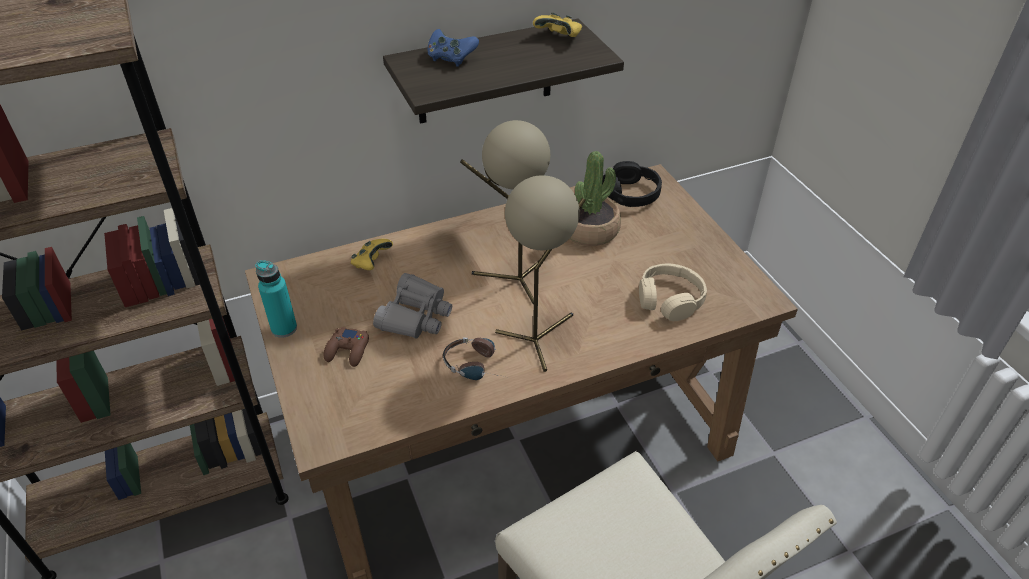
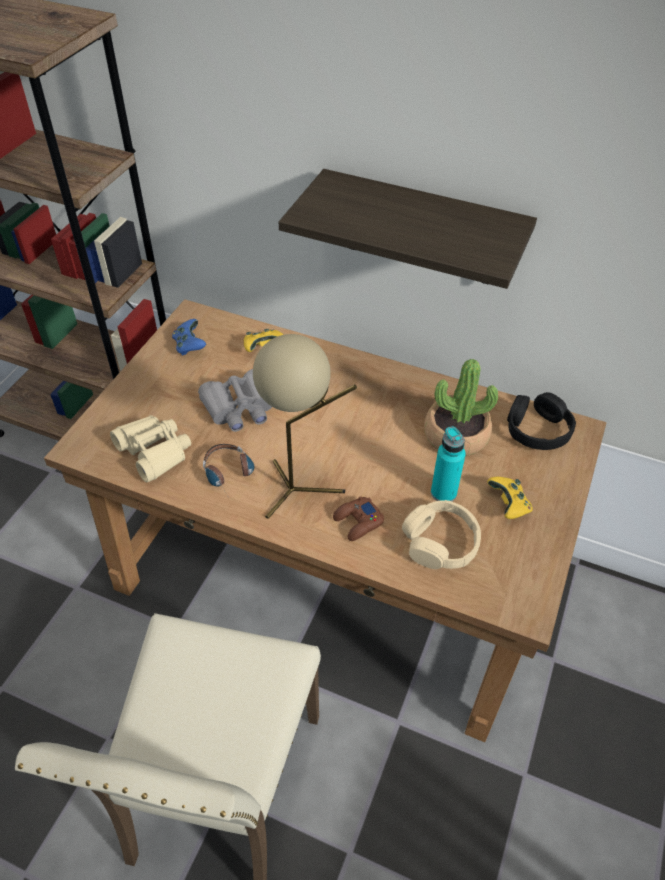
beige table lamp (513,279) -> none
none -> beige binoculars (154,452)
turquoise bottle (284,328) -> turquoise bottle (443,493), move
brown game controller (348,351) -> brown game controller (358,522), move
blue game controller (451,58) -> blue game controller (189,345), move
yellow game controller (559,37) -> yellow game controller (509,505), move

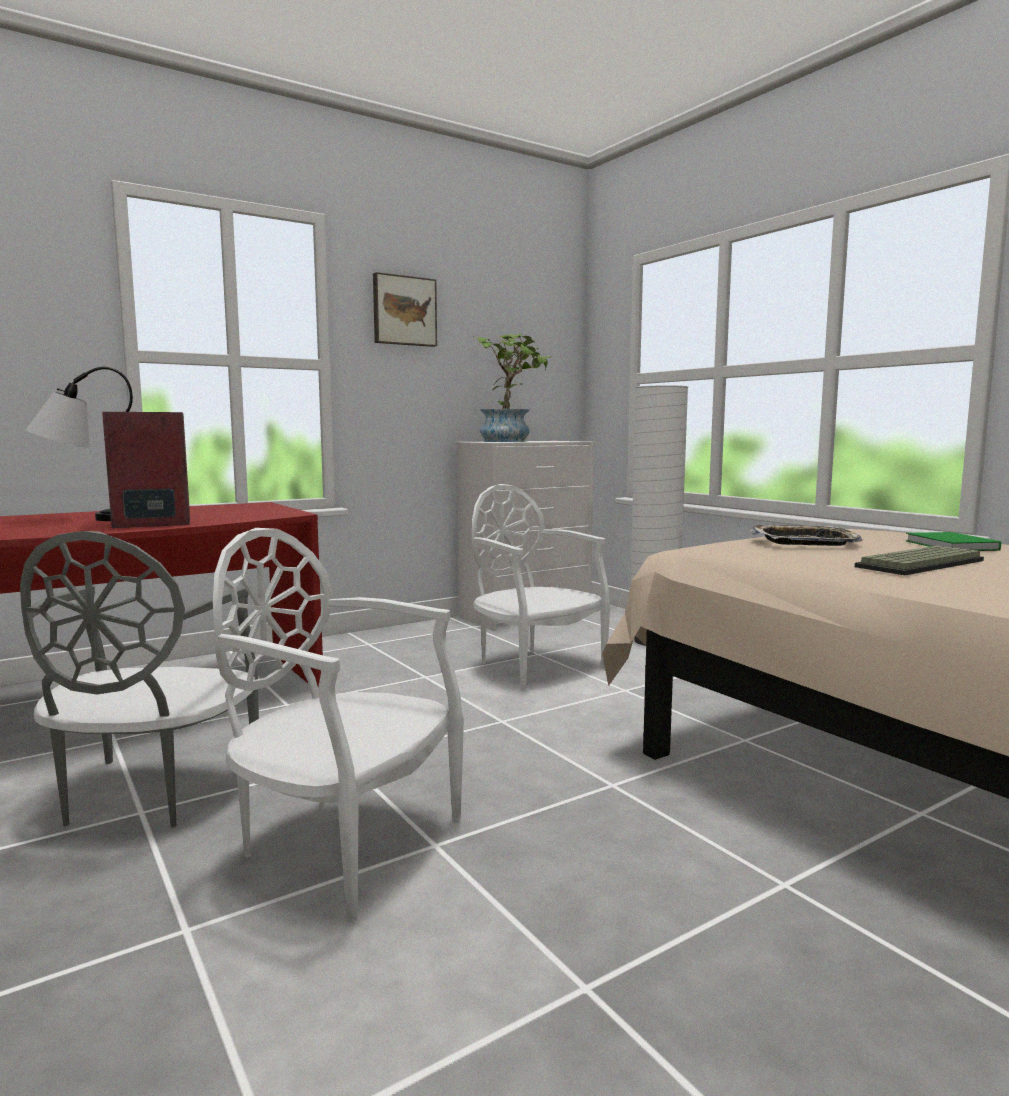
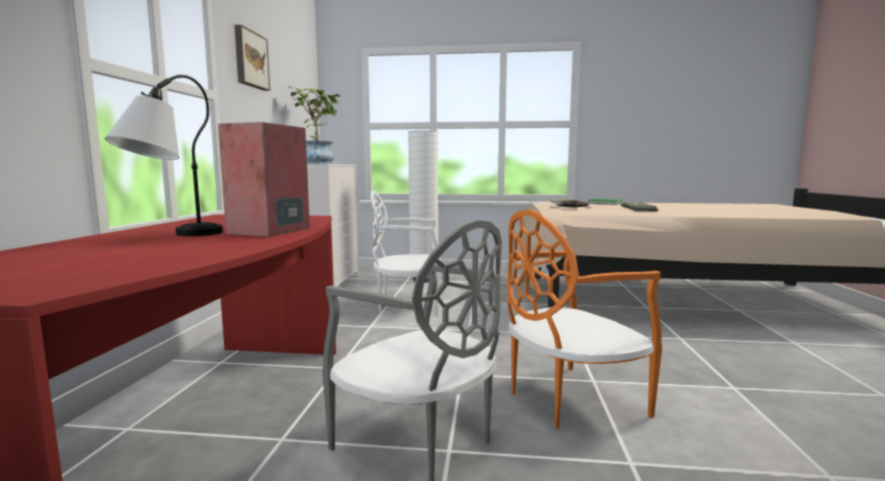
white chair (344,843) -> orange chair (569,399)

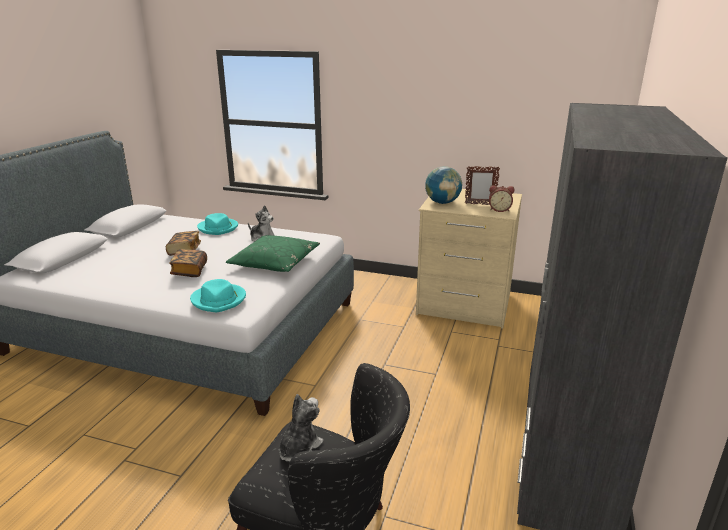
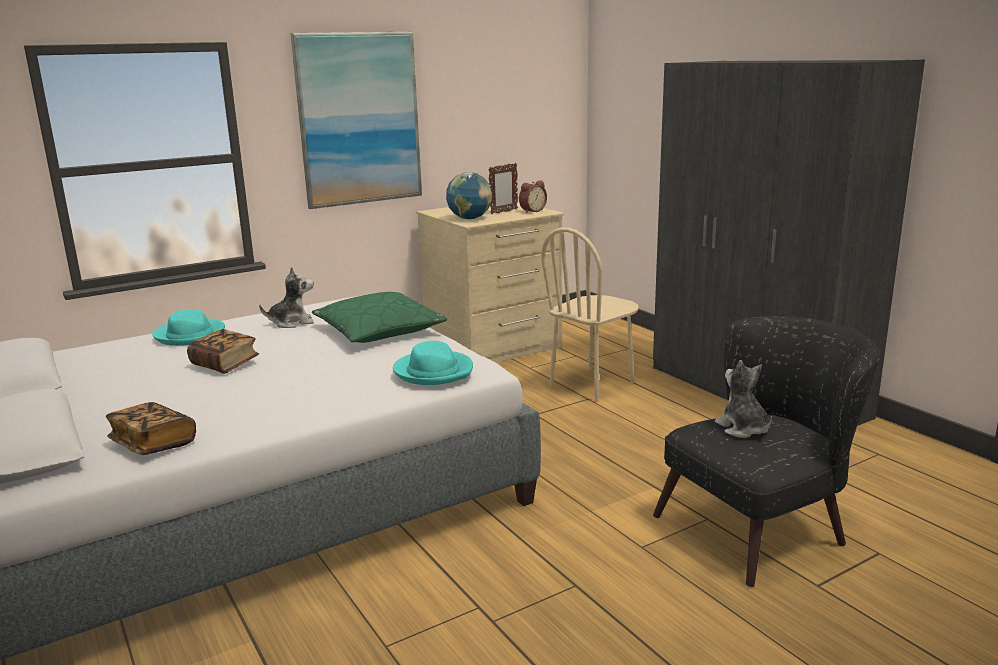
none -> picture (359,119)
none -> beige chair (592,384)
book (189,271) -> book (153,444), move

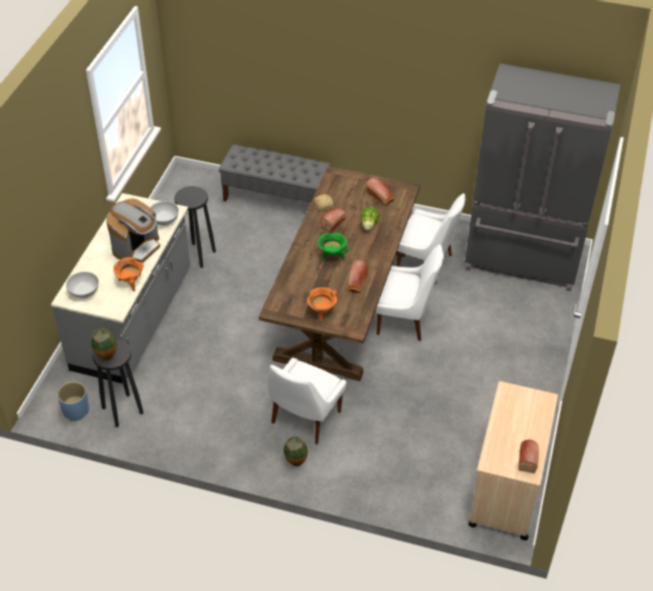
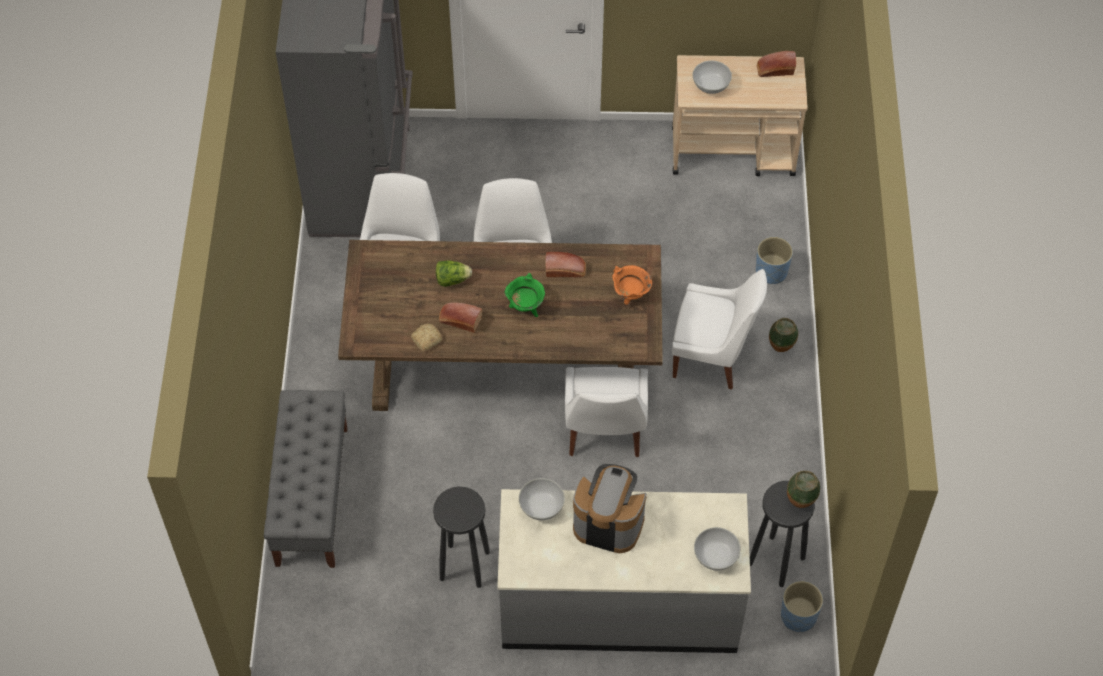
orange cooking pot (130,282) -> none
bread (381,196) -> none
none -> white chair (604,433)
none -> white bowl (711,87)
none -> blue planter (771,272)

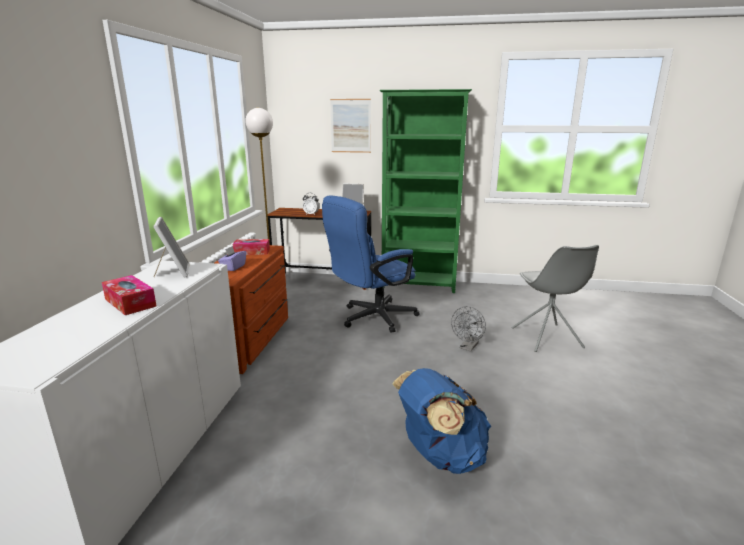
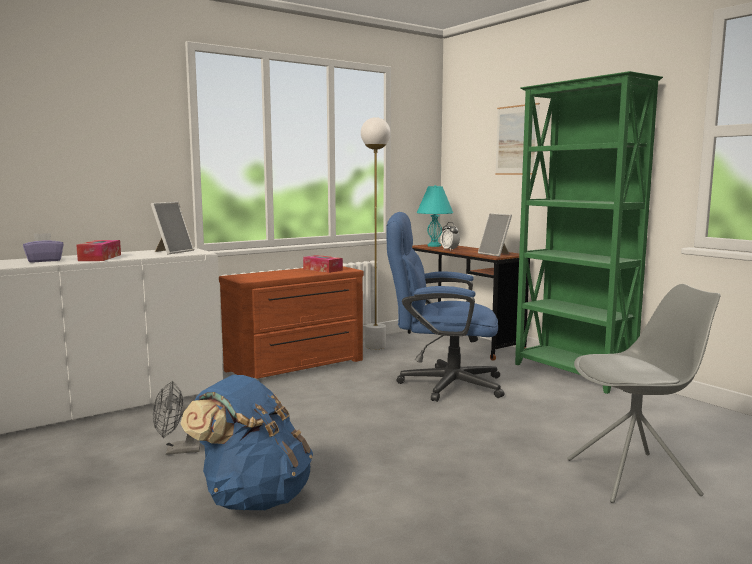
none -> turquoise table lamp (434,246)
purple tissue box (233,267) -> purple tissue box (44,260), move
grey fan (468,347) -> grey fan (177,450), move
grey chair (547,338) -> grey chair (634,477), 135 degrees counterclockwise

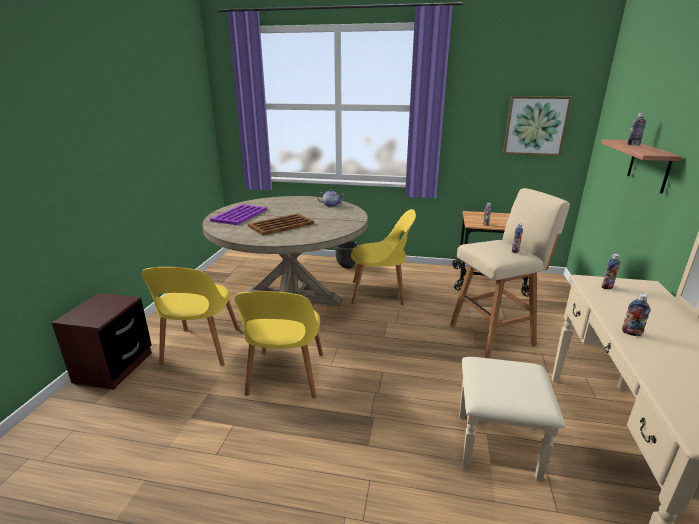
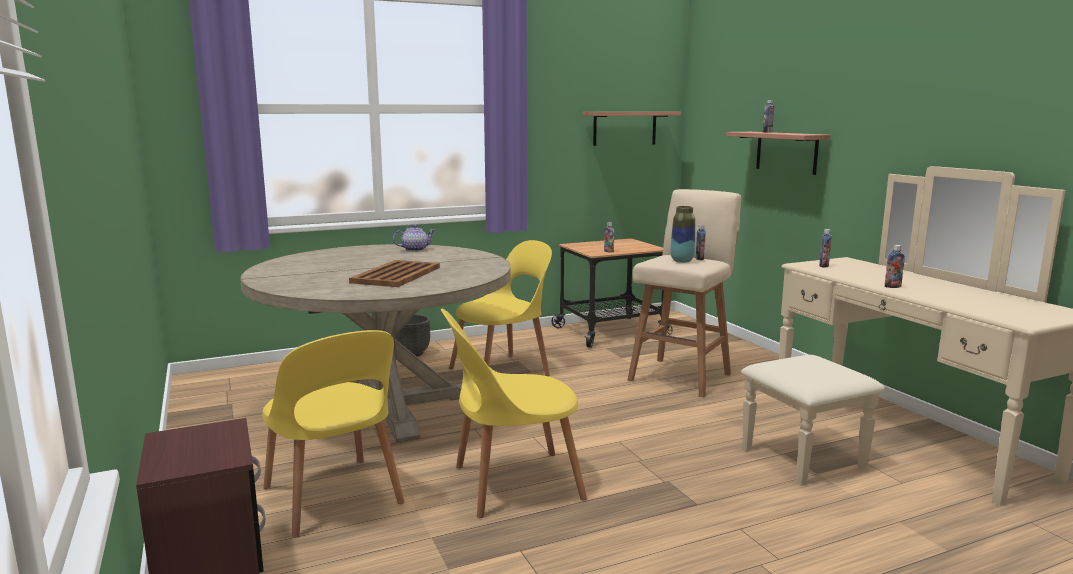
purple tray (240,215) -> none
none -> vase (682,261)
picture (535,126) -> shelf (624,128)
yellow chair (285,376) -> yellow chair (511,483), 105 degrees clockwise

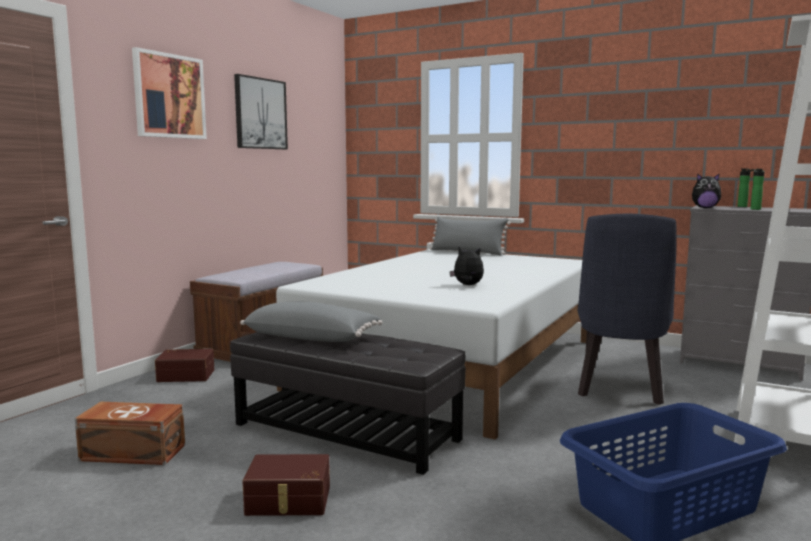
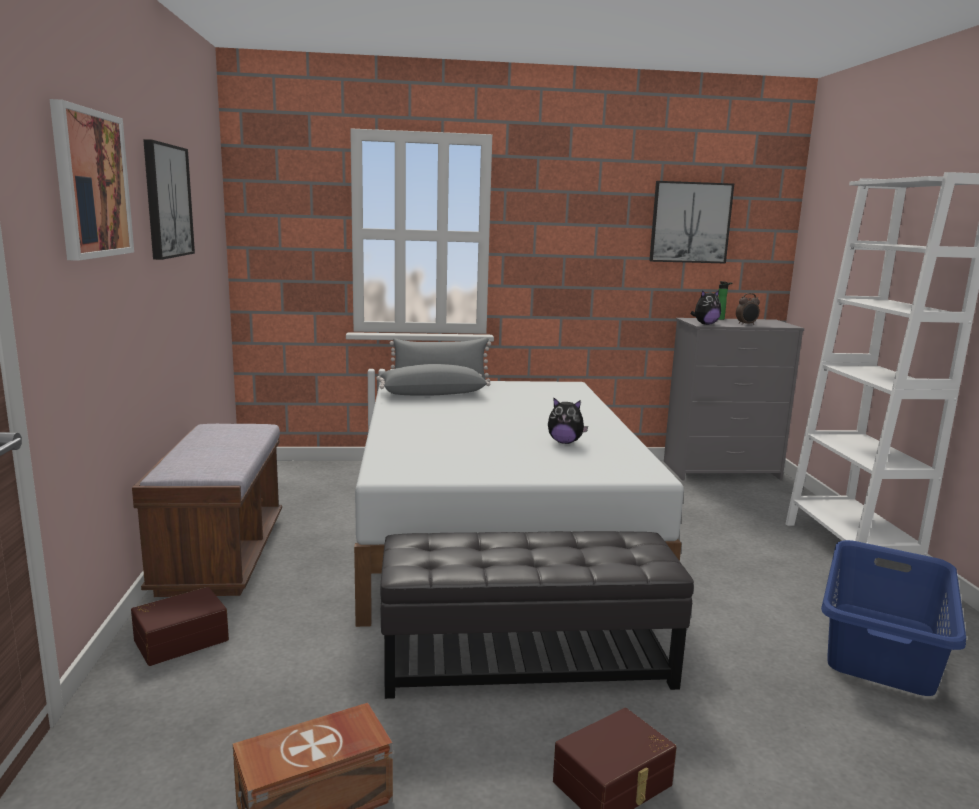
blue chair (619,391) -> none
none -> picture (690,222)
grey pillow (312,338) -> grey pillow (432,393), move
bottle (755,209) -> alarm clock (746,324)
plush toy (468,285) -> plush toy (565,442), 150 degrees counterclockwise

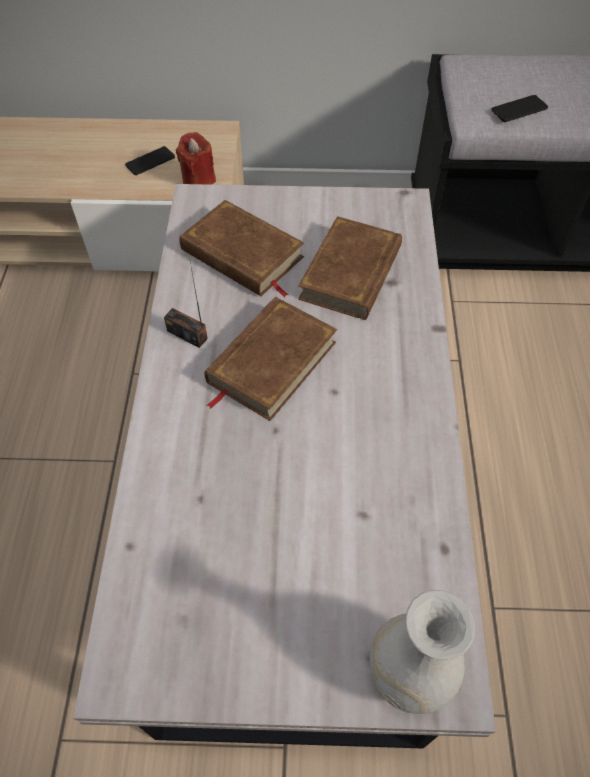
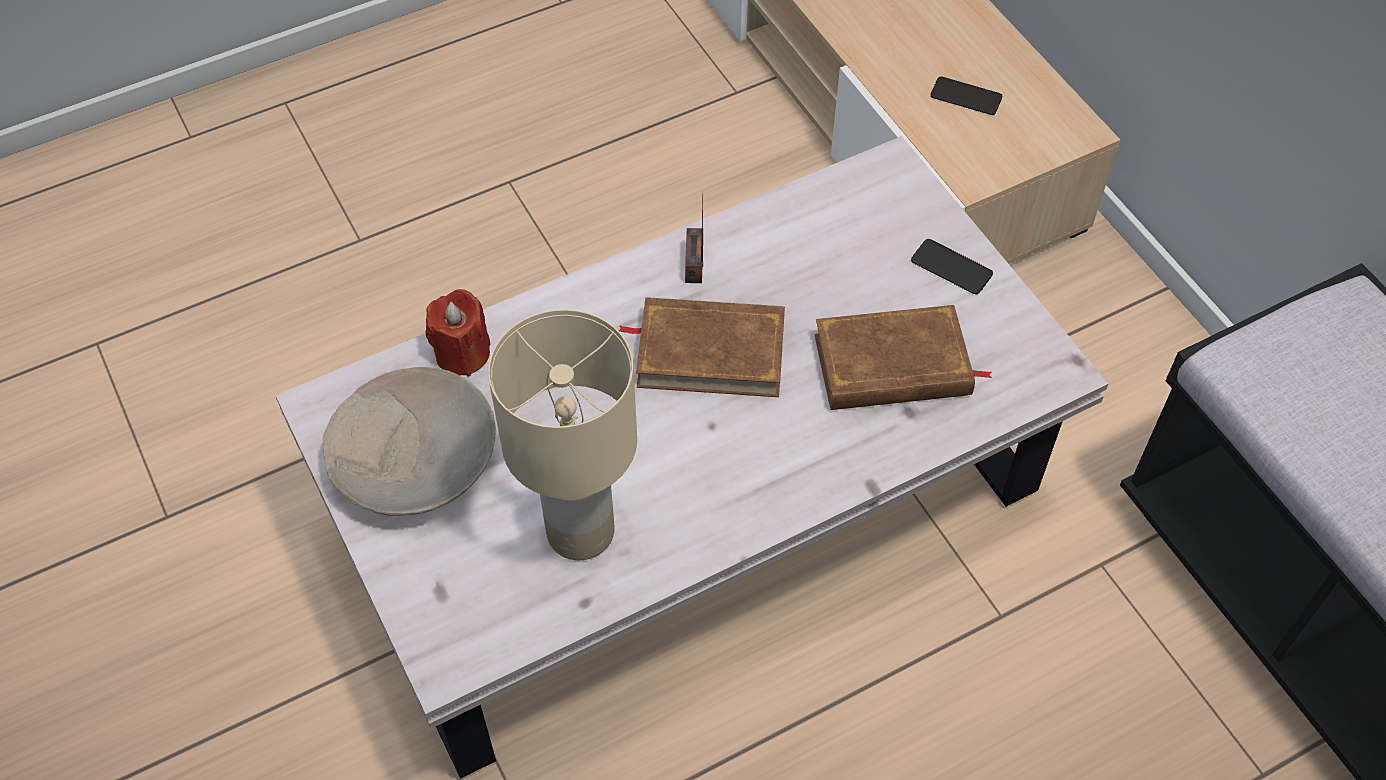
brown book (242,255) -> none
white vase (409,671) -> none
none -> beige bowl (417,462)
none -> beige table lamp (582,532)
red candle (198,179) -> red candle (462,353), move
phone (519,109) -> phone (951,267), move

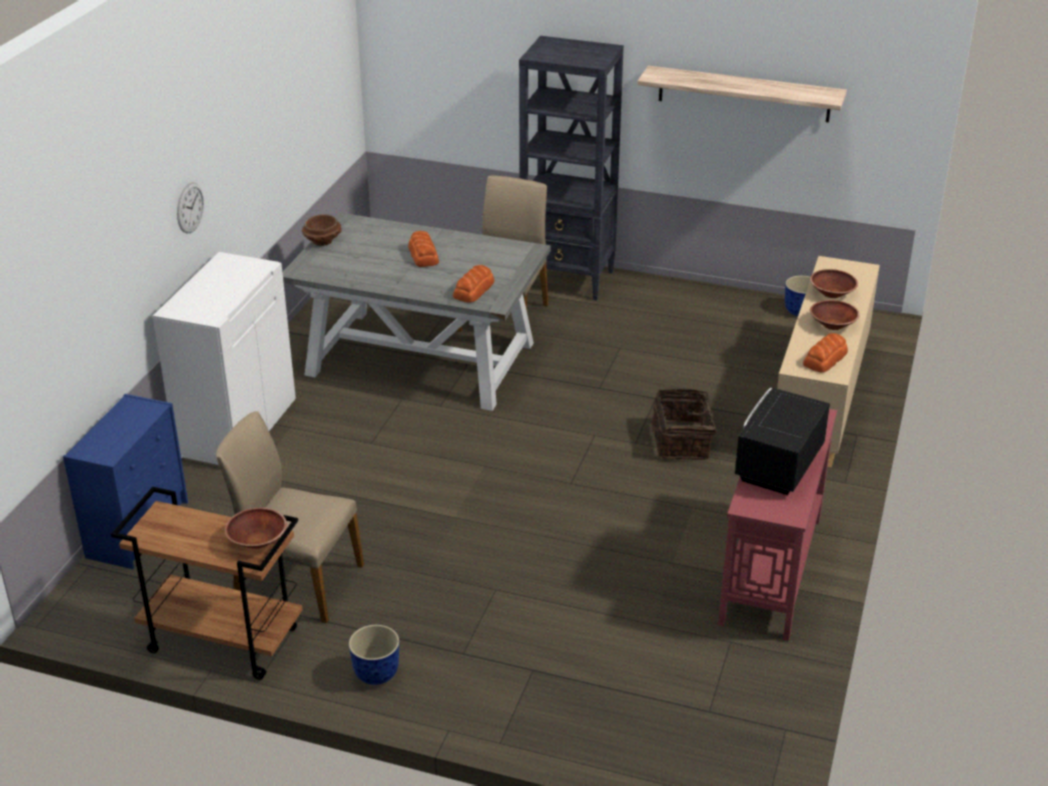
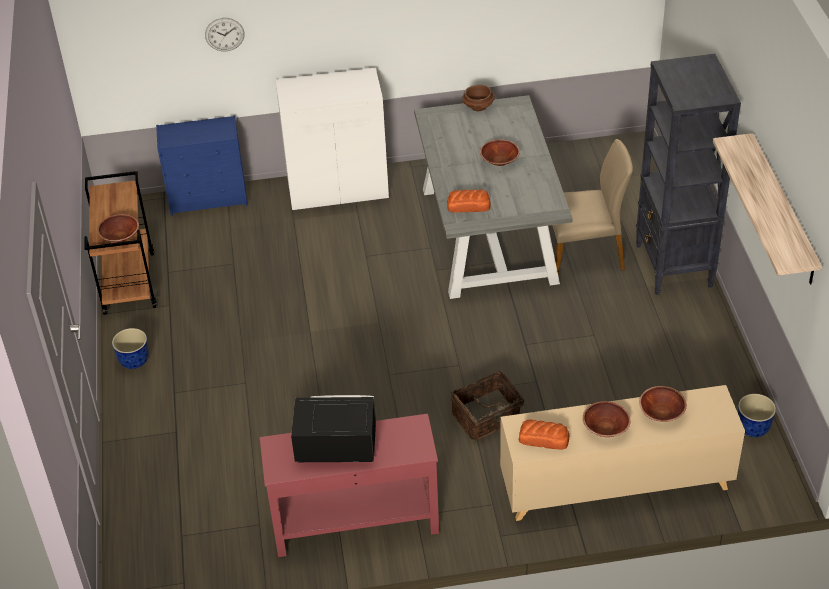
beige chair (297,582) -> none
wall clock (190,207) -> wall clock (224,34), move
bread (423,255) -> brown bowl (500,161)

